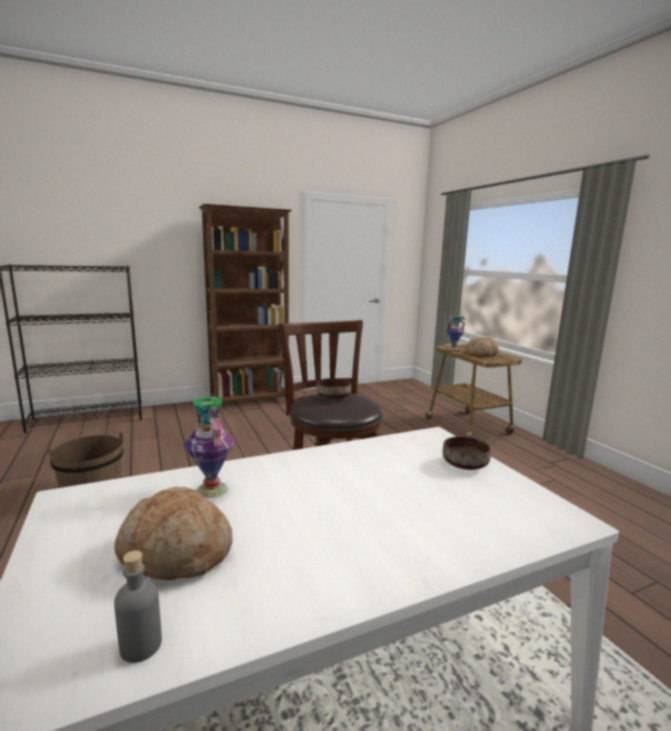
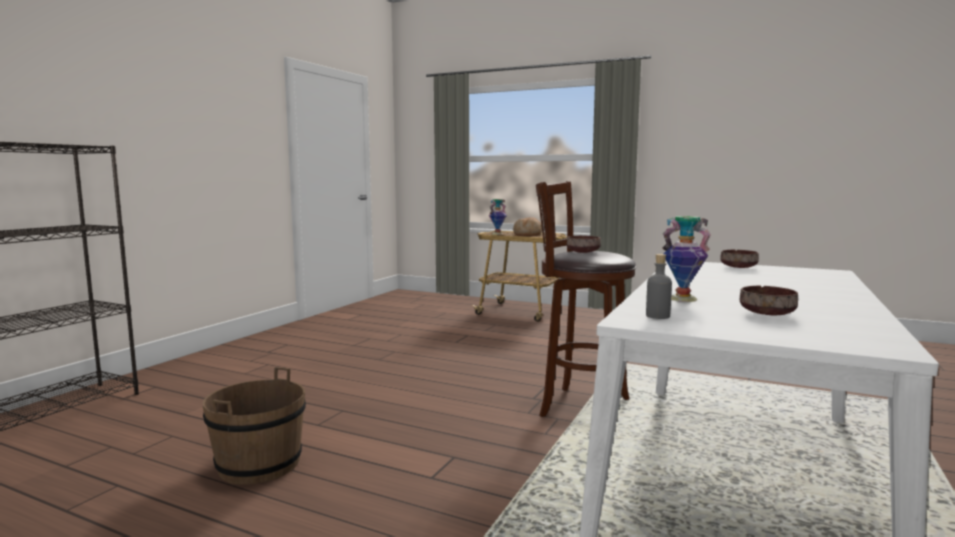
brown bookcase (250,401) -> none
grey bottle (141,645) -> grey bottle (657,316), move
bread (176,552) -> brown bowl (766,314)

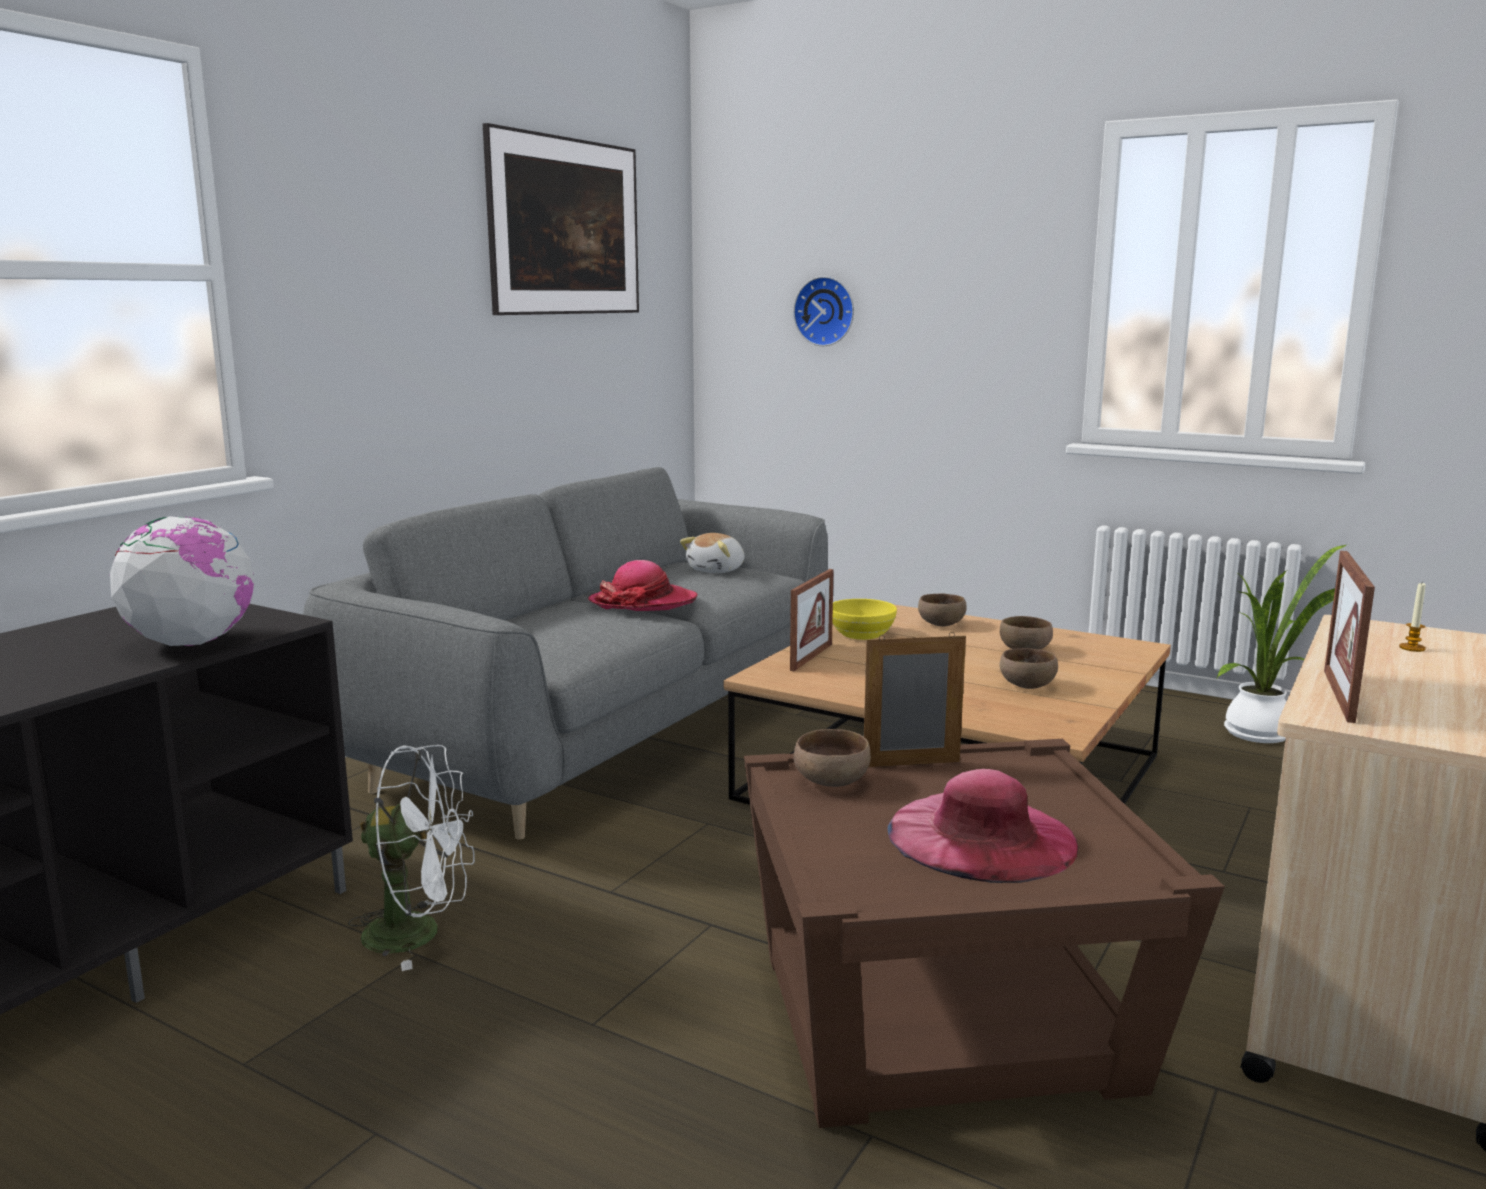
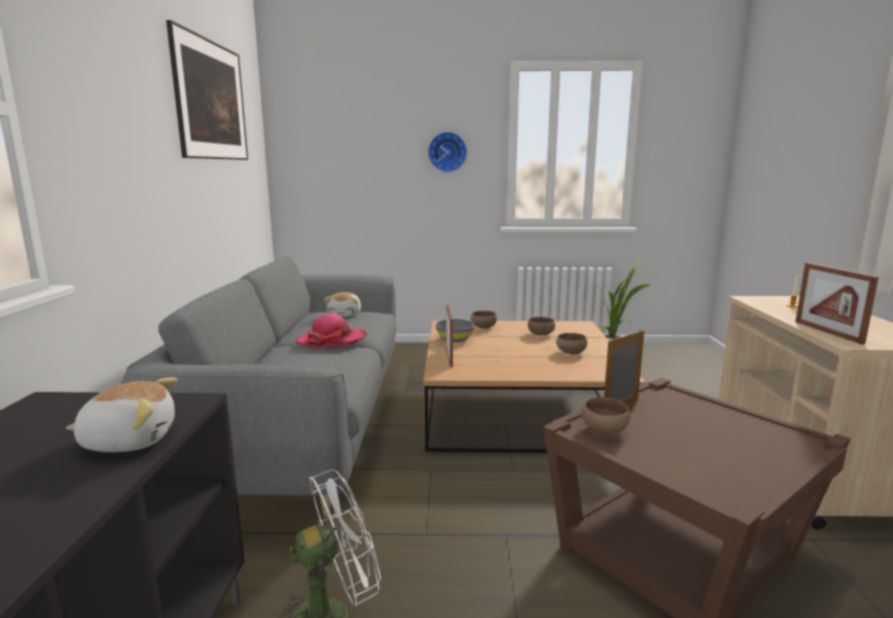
pink hat (982,836) -> none
wall clock (825,311) -> wall clock (447,152), move
globe (190,643) -> plush toy (129,440)
yellow bowl (861,634) -> grey bowl (454,339)

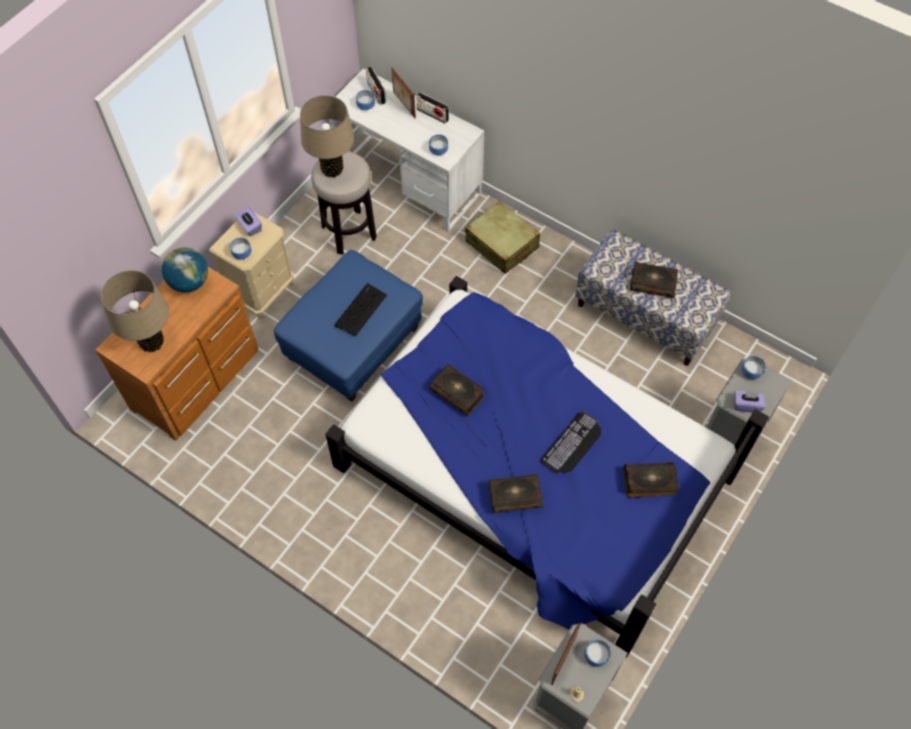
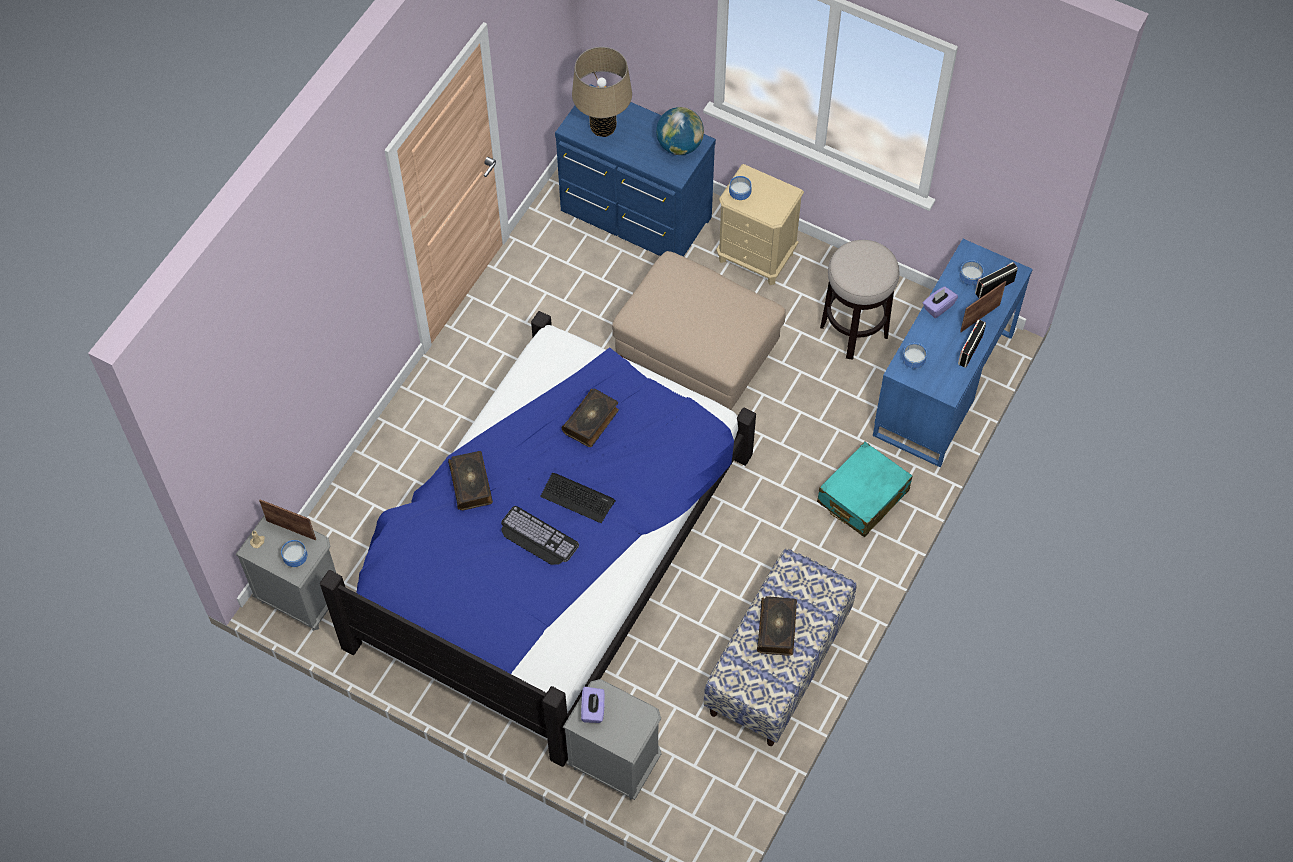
beige table lamp (332,169) -> none
book (649,482) -> none
bowl (751,371) -> none
purple tissue box (250,227) -> purple tissue box (938,307), move
keyboard (361,310) -> keyboard (577,498), move
brown dresser (198,379) -> blue dresser (635,217)
blue ottoman (353,343) -> beige ottoman (698,354)
white desk (408,182) -> blue desk (943,385)
beige suitcase (502,245) -> turquoise suitcase (862,496)

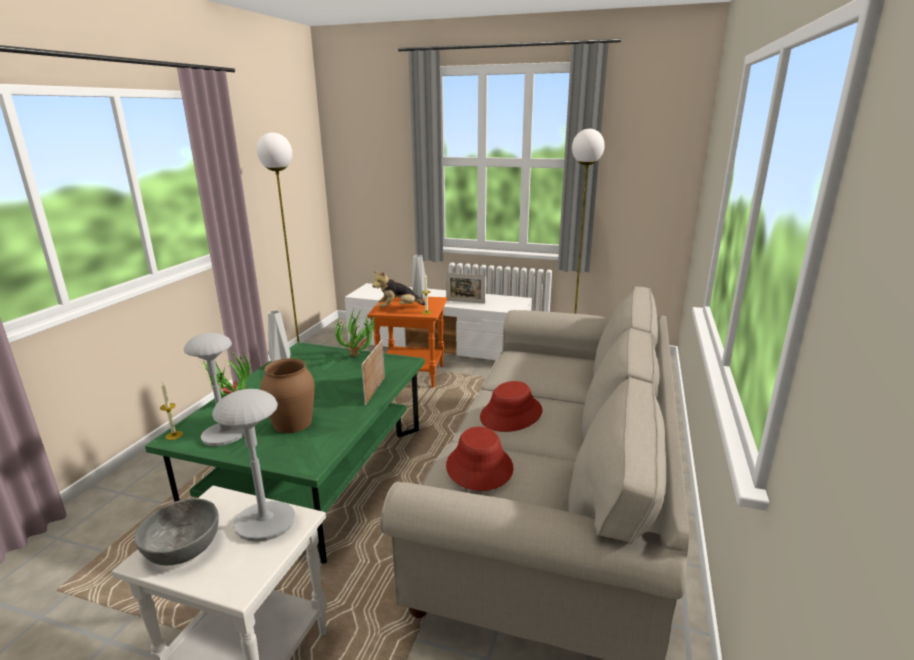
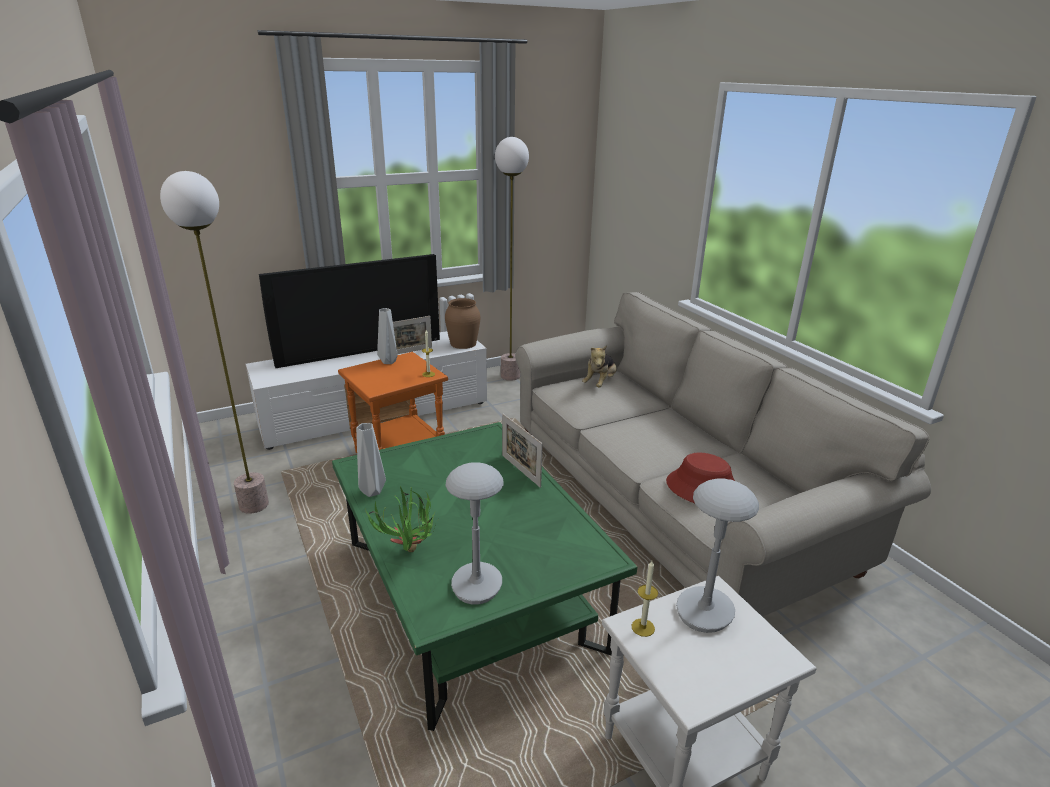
grey bowl (182,547) -> none
potted plant (360,357) -> none
red hat (511,414) -> none
none -> television (360,349)
candle (174,435) -> candle (643,627), move
brown vase (292,422) -> brown vase (463,343), move
plush toy (398,308) -> plush toy (600,383), move

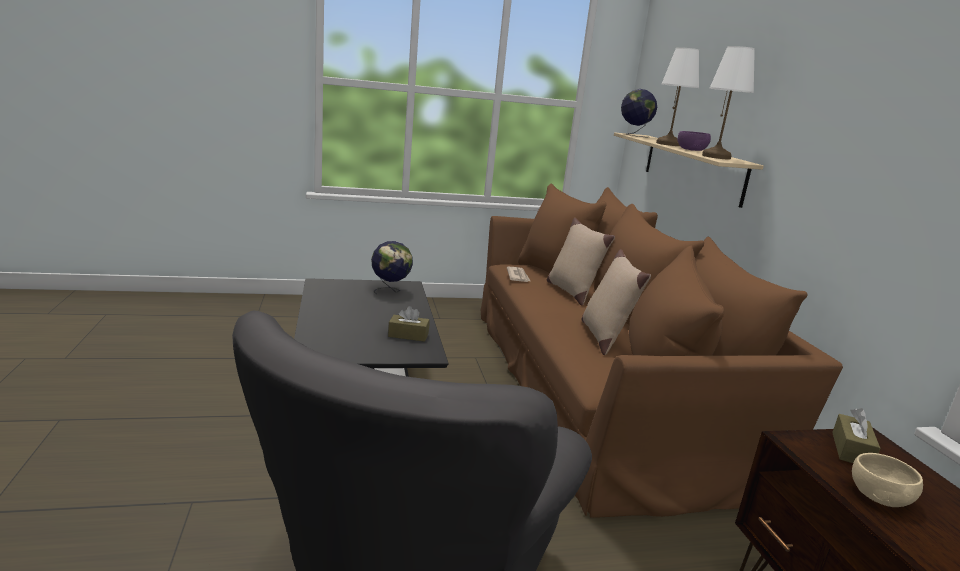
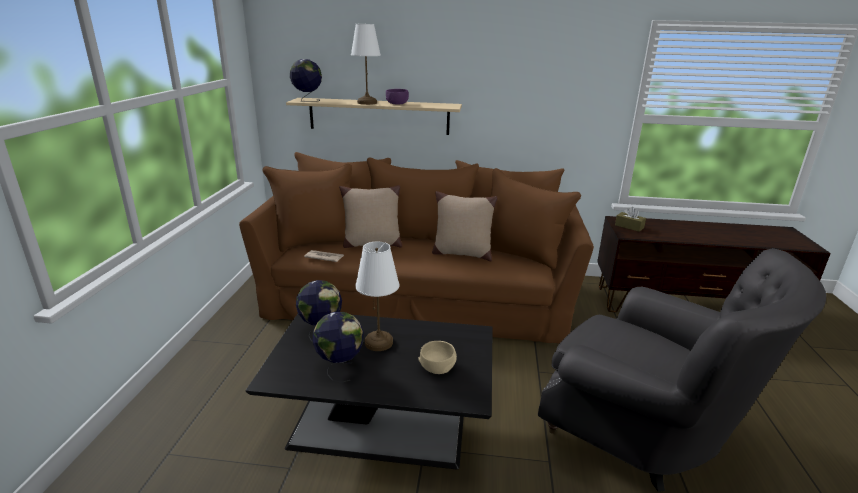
brown tissue box (408,335) -> none
none -> globe (340,368)
white table lamp (716,157) -> white table lamp (379,342), move
beige bowl (880,495) -> beige bowl (437,367), move

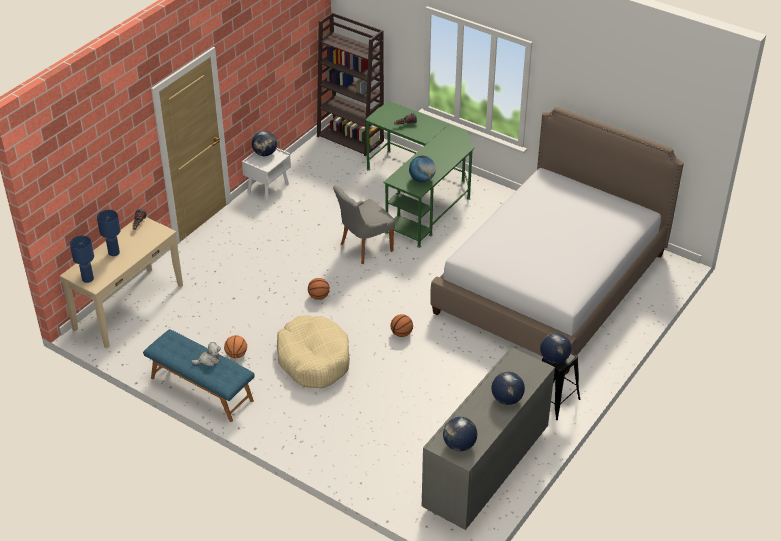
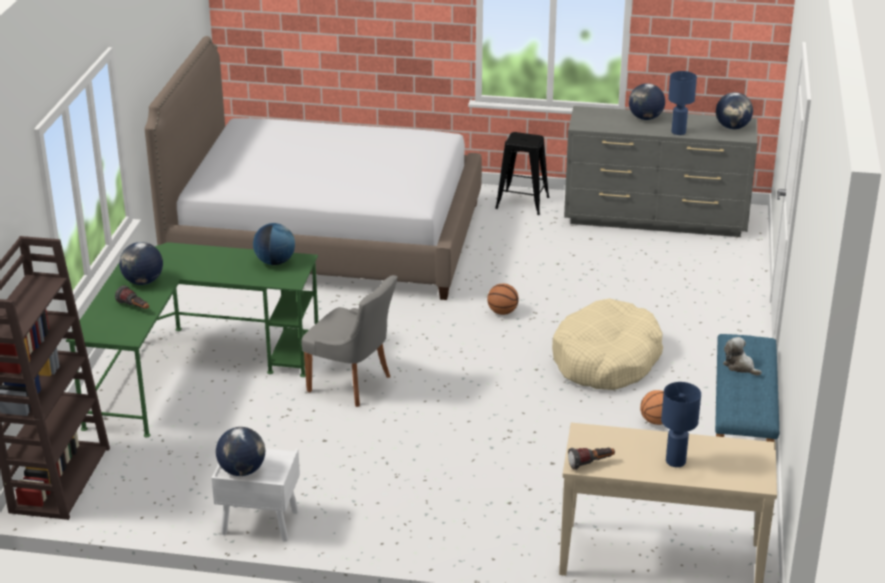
basketball (319,296) -> none
blue table lamp (88,279) -> blue table lamp (678,132), move
globe (554,359) -> globe (143,282), move

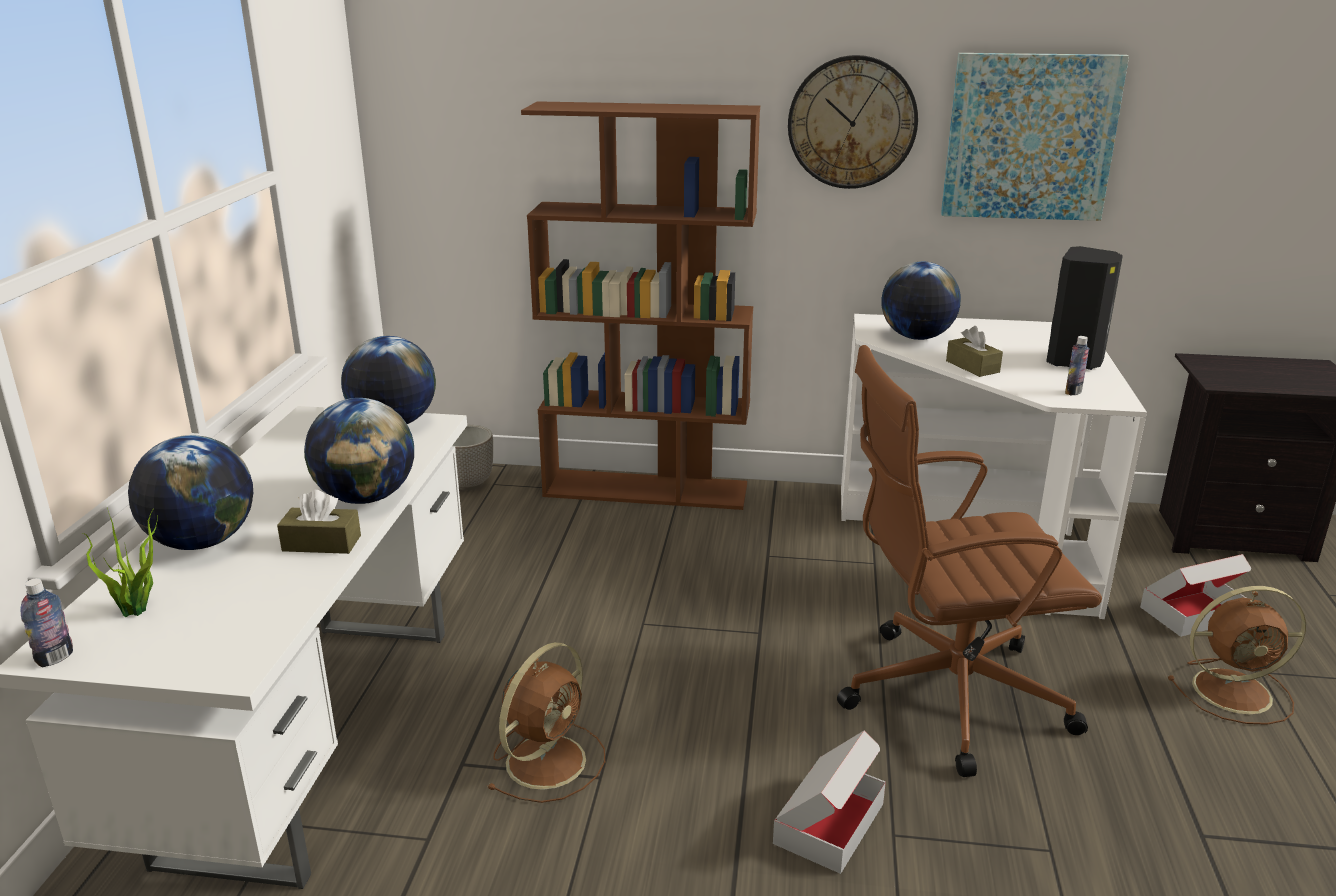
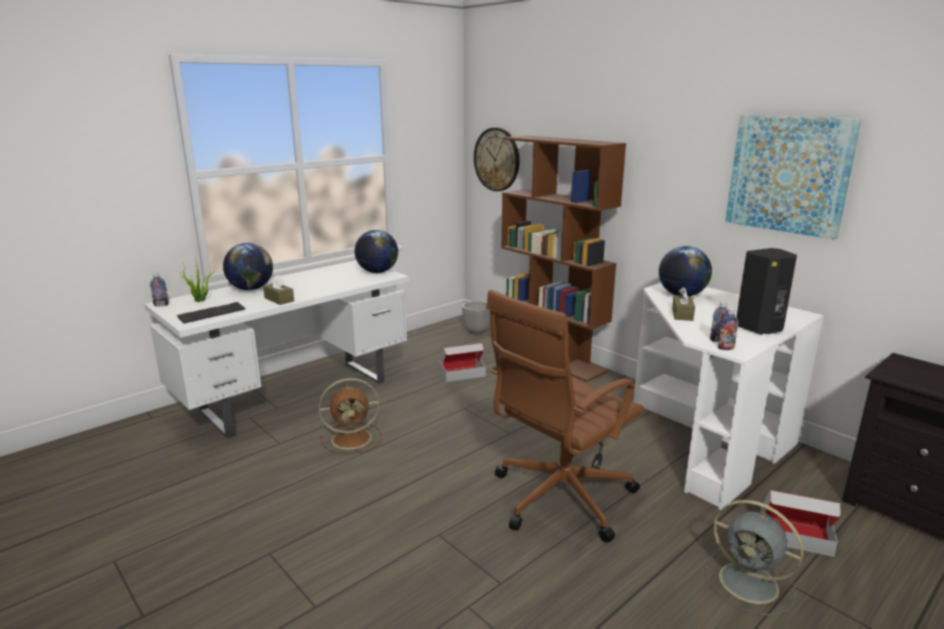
globe (366,497) -> none
none -> keyboard (211,314)
none -> bottle (725,348)
cardboard box (829,823) -> cardboard box (462,373), move
wall clock (852,122) -> wall clock (497,159), move
brown fan (1235,691) -> grey fan (751,584)
brown office chair (946,696) -> brown office chair (559,498), 75 degrees counterclockwise

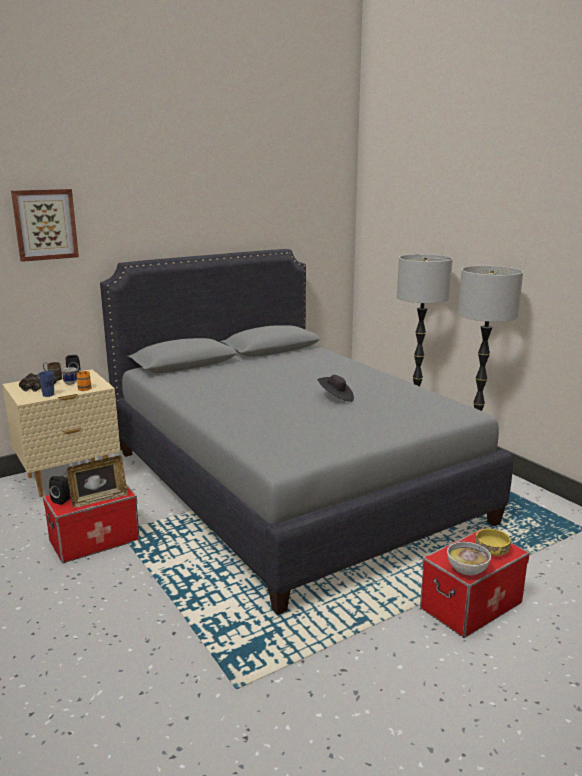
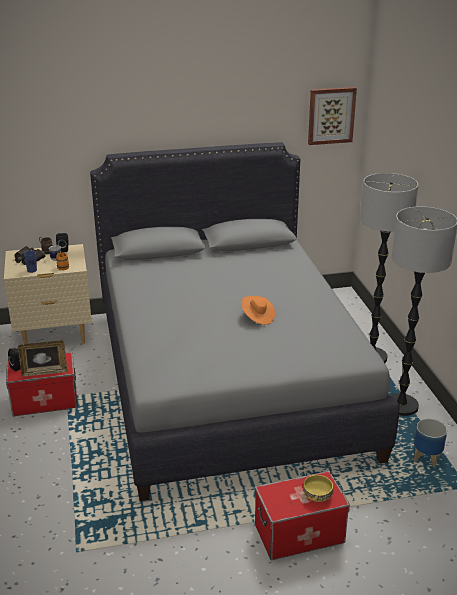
bowl (467,571) -> none
none -> planter (427,459)
picture (45,224) -> picture (331,115), move
black hat (336,398) -> orange hat (257,317)

